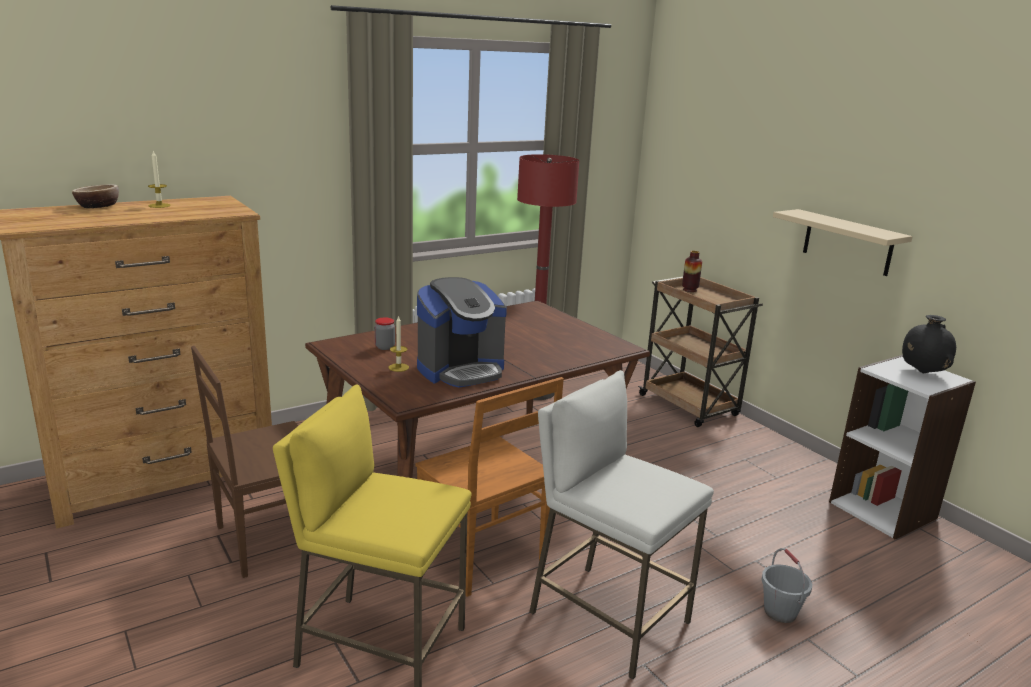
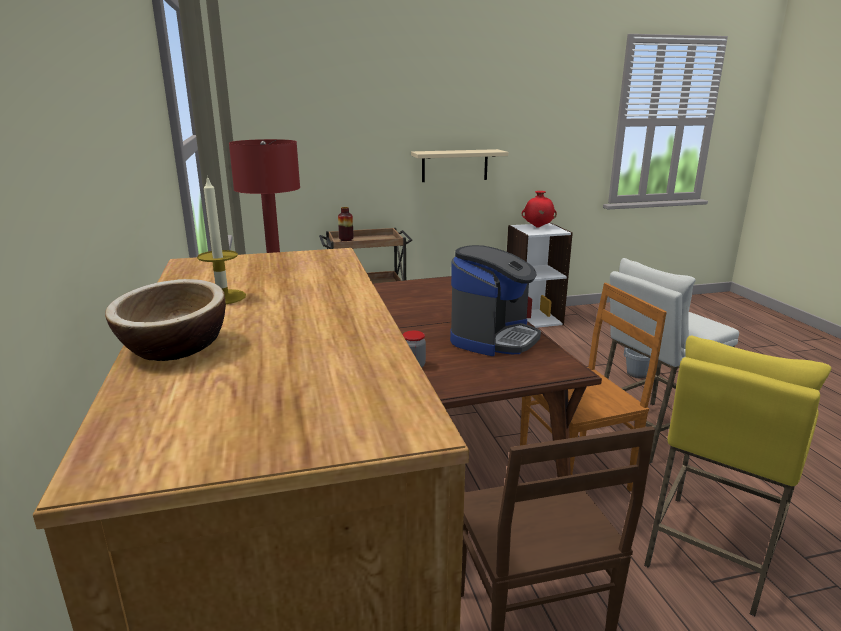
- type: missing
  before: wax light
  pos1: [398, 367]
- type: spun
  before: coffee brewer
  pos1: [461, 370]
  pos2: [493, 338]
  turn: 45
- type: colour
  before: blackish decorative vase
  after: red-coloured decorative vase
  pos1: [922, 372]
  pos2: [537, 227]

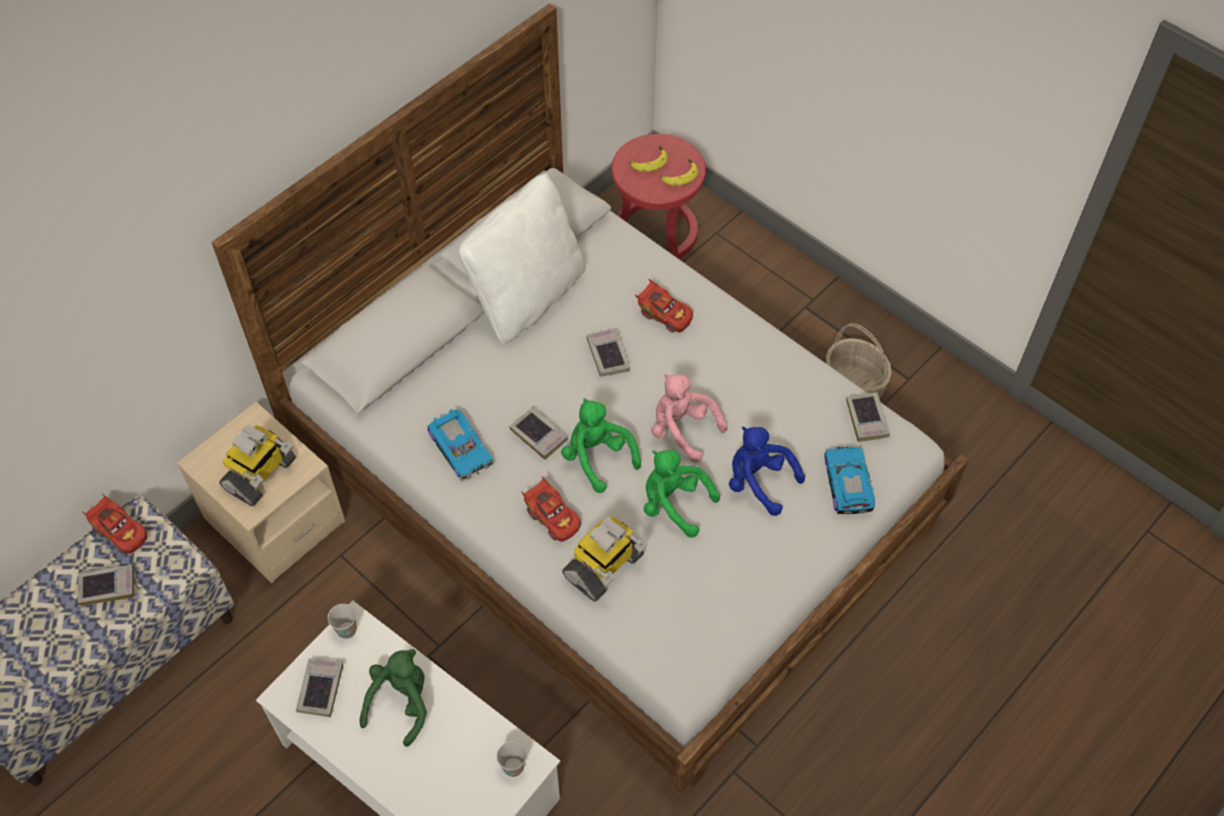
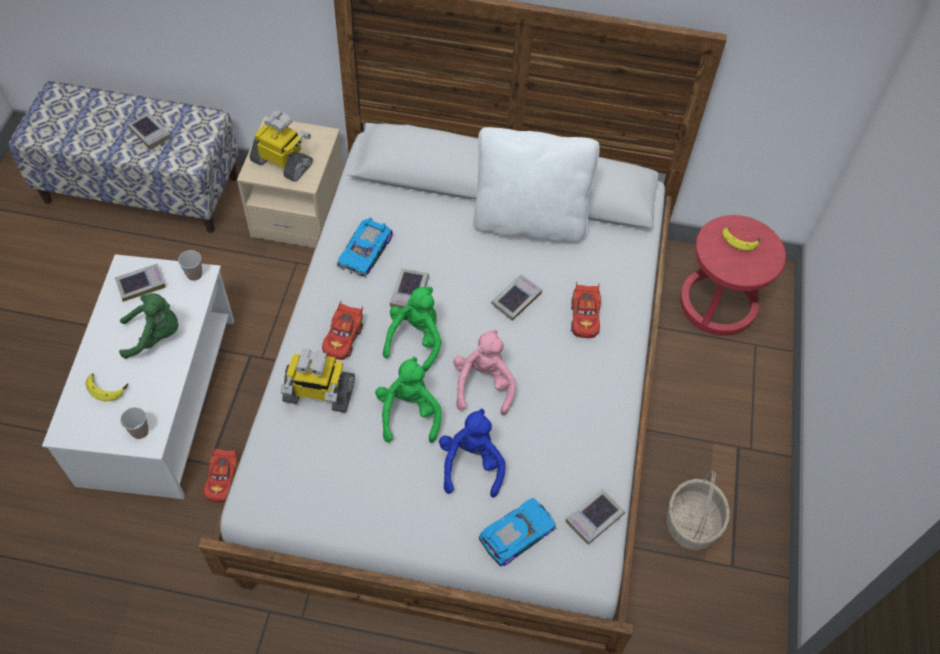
- type: relocated
  before: red-coloured miniature car
  pos1: [120, 531]
  pos2: [223, 479]
- type: spun
  before: model robot
  pos1: [260, 475]
  pos2: [283, 163]
  turn: -150
- type: relocated
  before: whole banana
  pos1: [679, 175]
  pos2: [107, 387]

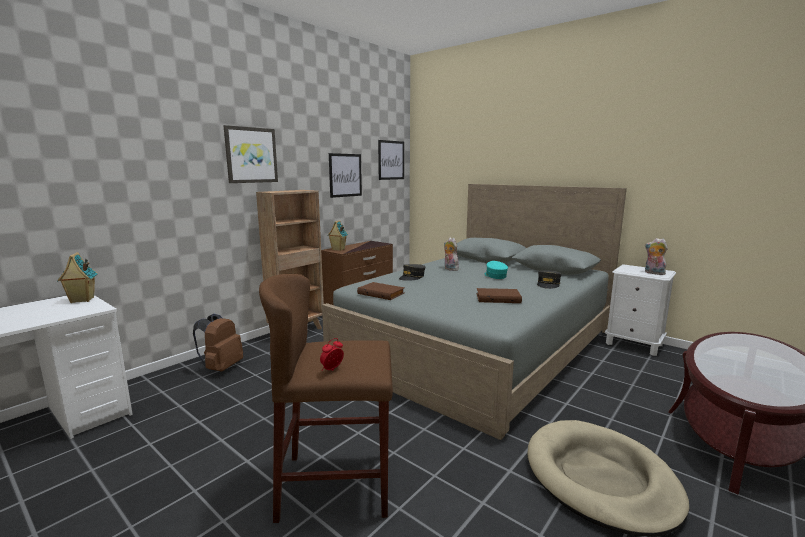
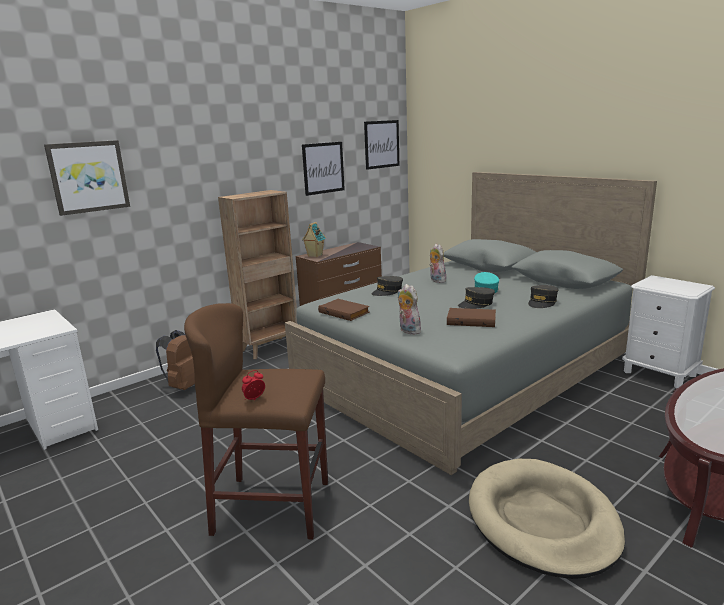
- type: missing
  before: miniature house
  pos1: [81, 300]
- type: relocated
  before: wall picture
  pos1: [251, 155]
  pos2: [88, 177]
- type: relocated
  before: cuddly toy
  pos1: [653, 273]
  pos2: [408, 331]
- type: appeared
  after: greyish peaked cap
  pos2: [476, 304]

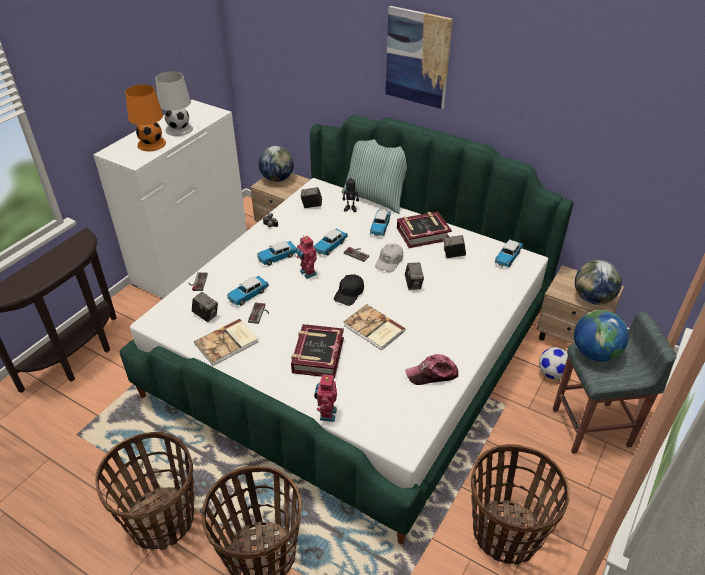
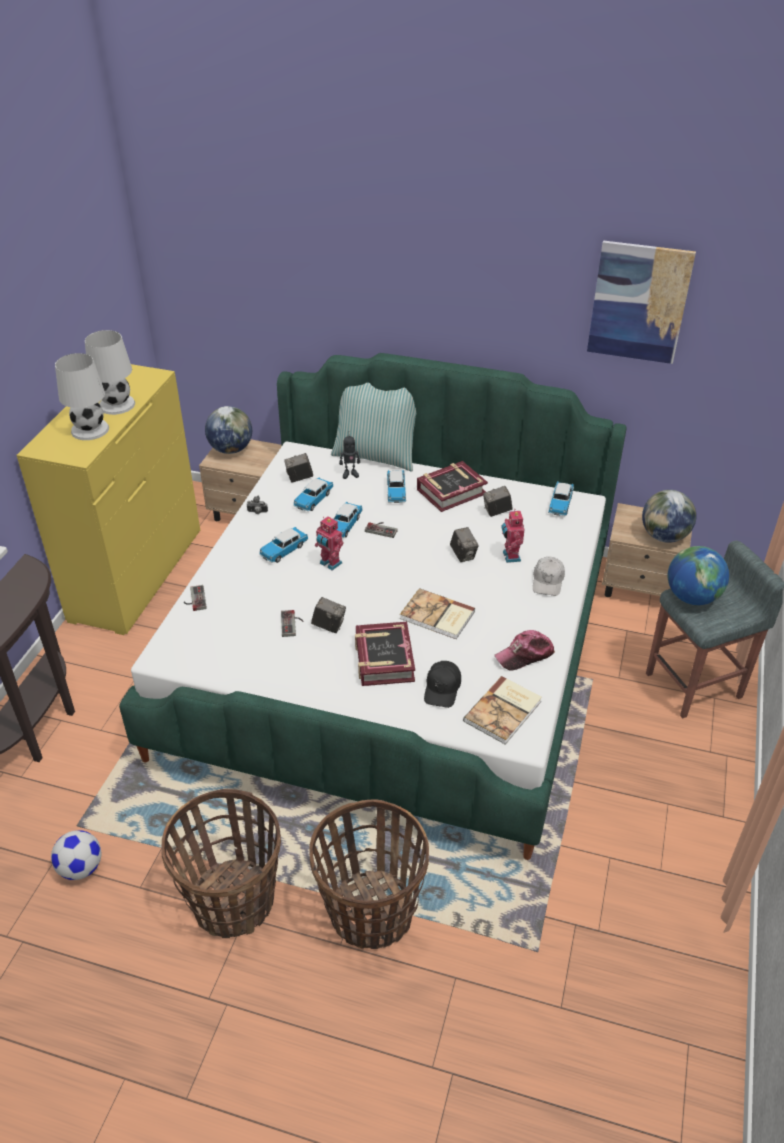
- type: colour
  before: whitish chest of drawers
  after: yellowish chest of drawers
  pos1: [191, 260]
  pos2: [137, 575]
- type: colour
  before: orange lamp for a table
  after: whitish lamp for a table
  pos1: [151, 144]
  pos2: [89, 429]
- type: relocated
  before: still camera
  pos1: [206, 315]
  pos2: [329, 625]
- type: relocated
  before: bound book
  pos1: [228, 343]
  pos2: [504, 711]
- type: relocated
  before: miniature car
  pos1: [248, 295]
  pos2: [313, 500]
- type: relocated
  before: model robot
  pos1: [326, 414]
  pos2: [510, 556]
- type: relocated
  before: blackish peaked cap
  pos1: [349, 293]
  pos2: [442, 689]
- type: relocated
  before: whitish peaked cap
  pos1: [389, 261]
  pos2: [548, 581]
- type: relocated
  before: wall picture
  pos1: [417, 58]
  pos2: [639, 302]
- type: missing
  before: household basket
  pos1: [505, 533]
- type: relocated
  before: football
  pos1: [552, 373]
  pos2: [81, 868]

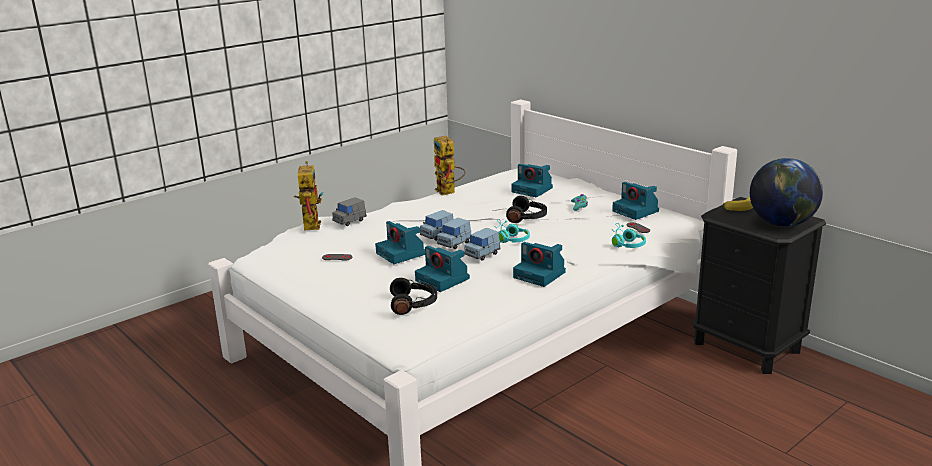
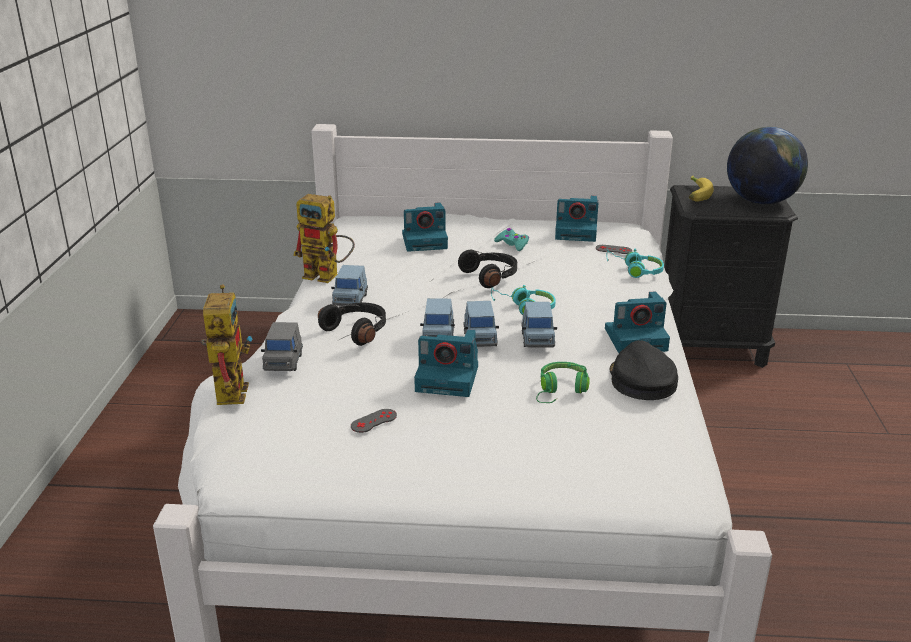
- type: spun
  before: model robot
  pos1: [310, 223]
  pos2: [229, 389]
  turn: 45
- type: relocated
  before: blackish headphones
  pos1: [414, 304]
  pos2: [358, 330]
- type: exchanged
  before: still camera
  after: greenish headphones
  pos1: [443, 280]
  pos2: [561, 390]
- type: appeared
  after: bluish miniature car
  pos2: [350, 300]
- type: appeared
  after: blackish peaked cap
  pos2: [641, 380]

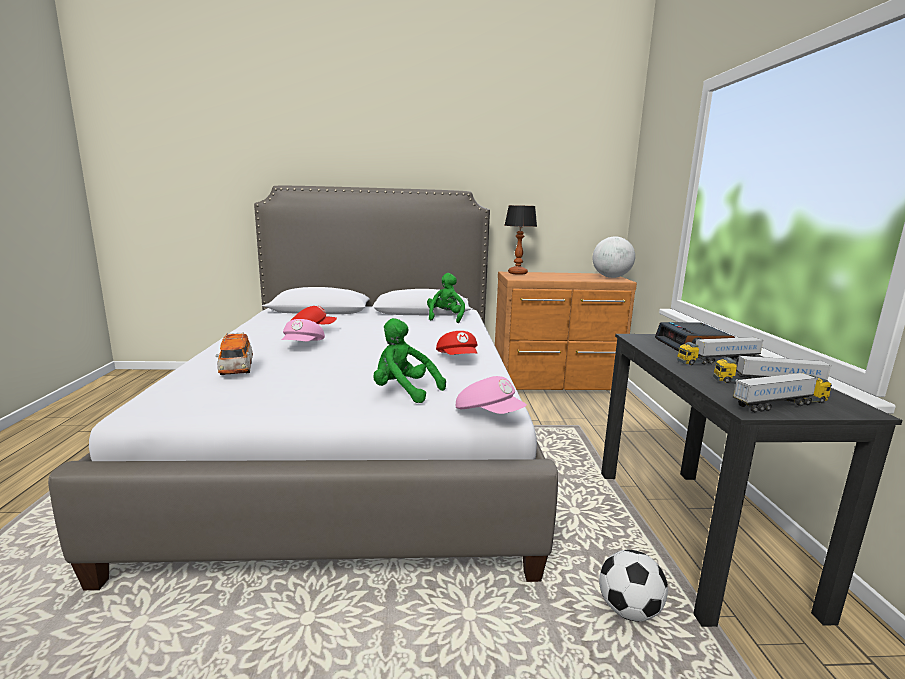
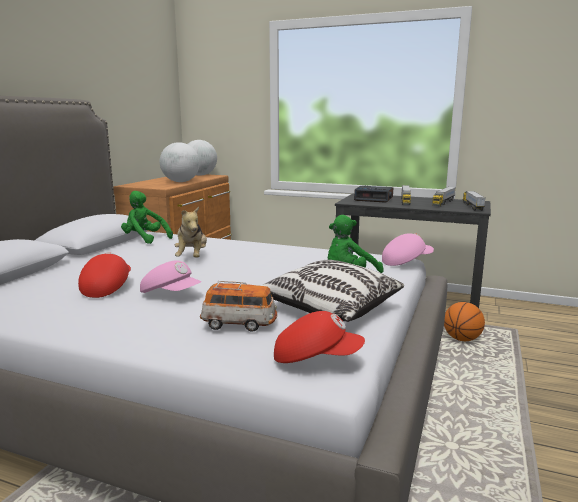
- type: relocated
  before: red-coloured peaked cap
  pos1: [458, 359]
  pos2: [316, 358]
- type: missing
  before: lamp for a table
  pos1: [518, 273]
- type: exchanged
  before: football
  after: basketball ball
  pos1: [629, 610]
  pos2: [462, 339]
- type: appeared
  after: globe
  pos2: [181, 182]
- type: appeared
  after: cuddly toy
  pos2: [192, 257]
- type: appeared
  after: throw pillow
  pos2: [329, 308]

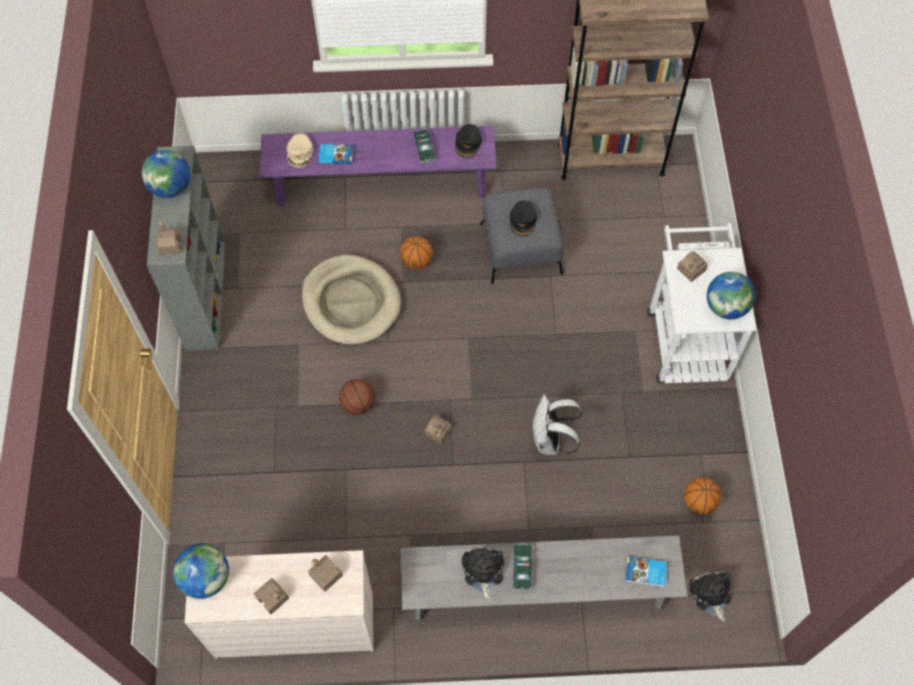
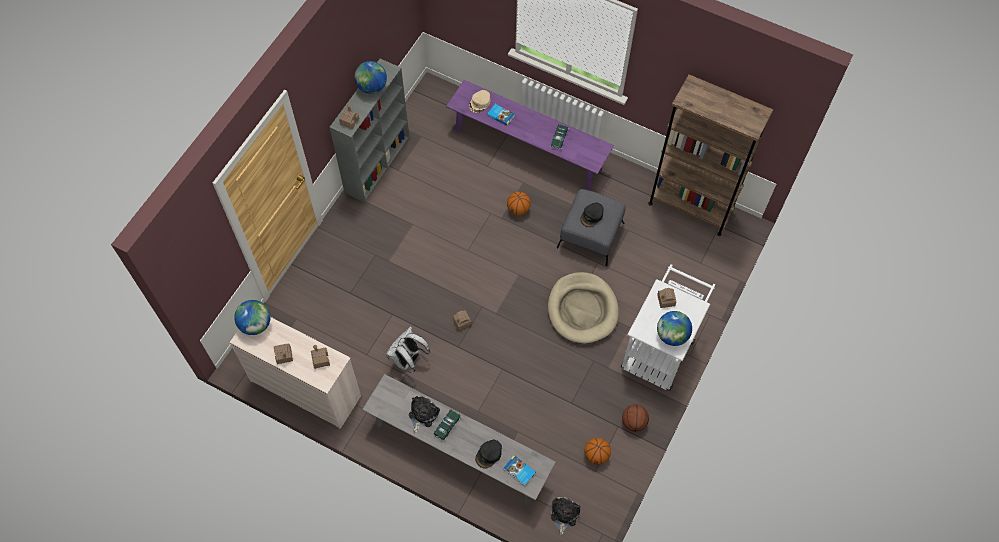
- type: relocated
  before: beige dog cushion
  pos1: [351, 302]
  pos2: [582, 309]
- type: relocated
  before: basketball ball
  pos1: [358, 404]
  pos2: [633, 422]
- type: relocated
  before: blackish peaked cap
  pos1: [468, 143]
  pos2: [489, 455]
- type: relocated
  before: whitish knapsack
  pos1: [550, 441]
  pos2: [408, 360]

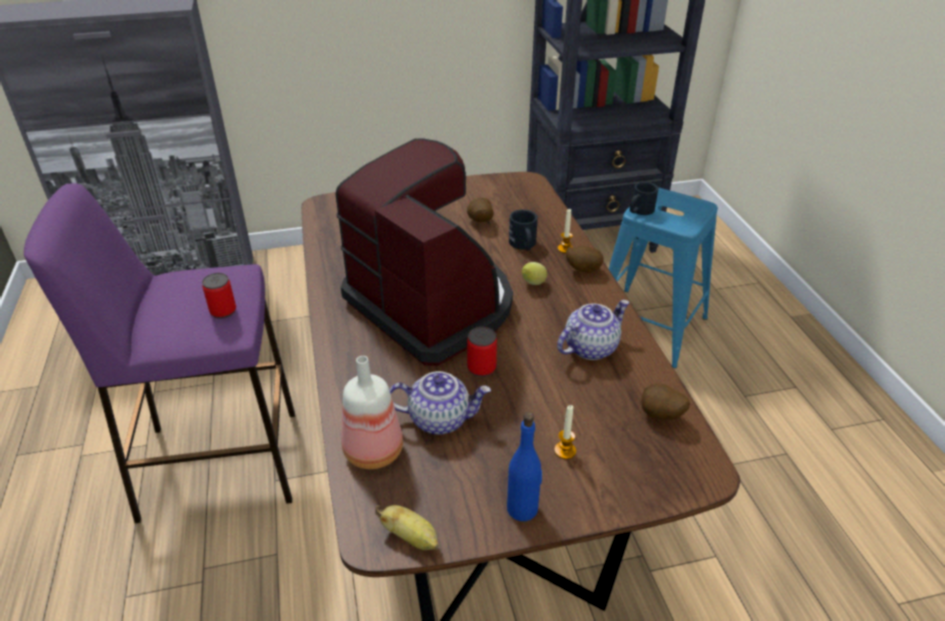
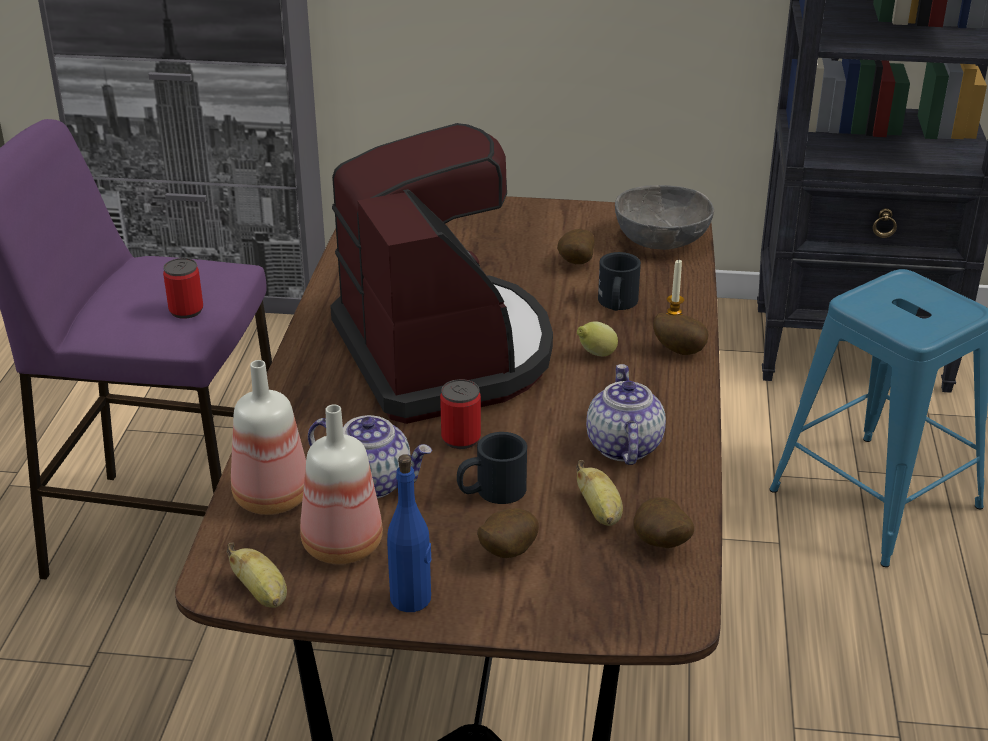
- type: exchanged
  before: wax light
  after: potato
  pos1: [565, 451]
  pos2: [505, 552]
- type: spun
  before: pot for tea
  pos1: [590, 347]
  pos2: [622, 446]
  turn: -75
- type: relocated
  before: blackish tea mug
  pos1: [639, 211]
  pos2: [491, 492]
- type: appeared
  after: bottle
  pos2: [341, 547]
- type: appeared
  after: whole banana
  pos2: [600, 512]
- type: appeared
  after: greyish bowl
  pos2: [662, 240]

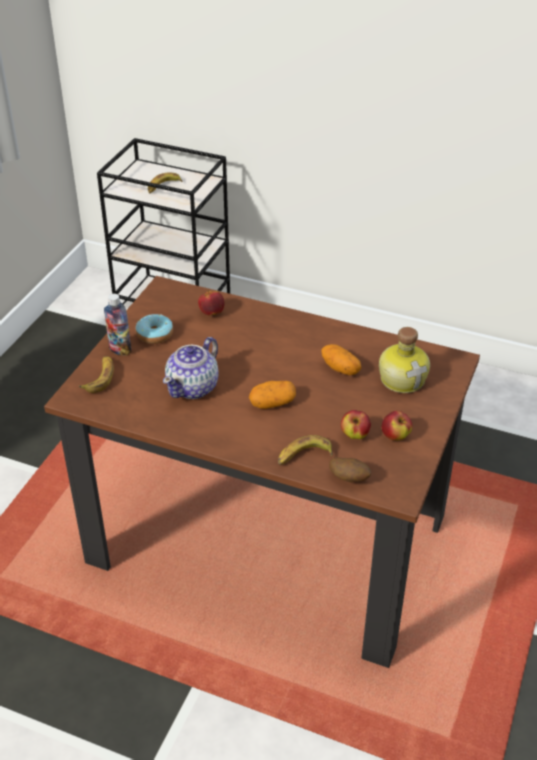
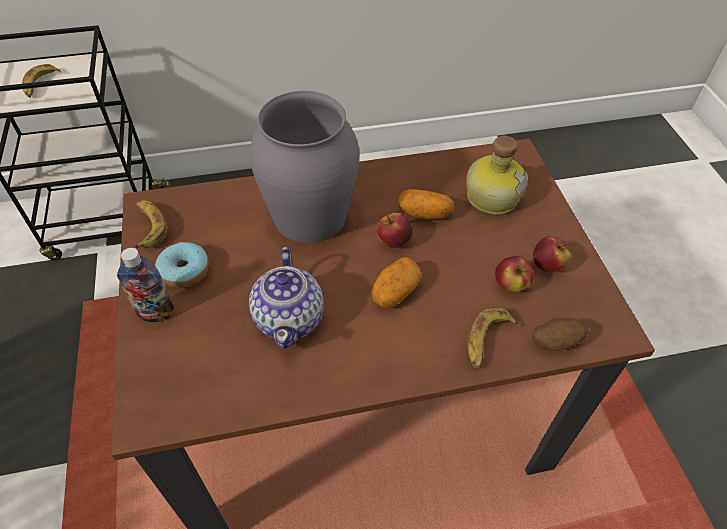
- type: relocated
  before: whole banana
  pos1: [100, 377]
  pos2: [148, 227]
- type: relocated
  before: apple
  pos1: [211, 313]
  pos2: [394, 241]
- type: appeared
  after: greyish decorative vase
  pos2: [310, 216]

